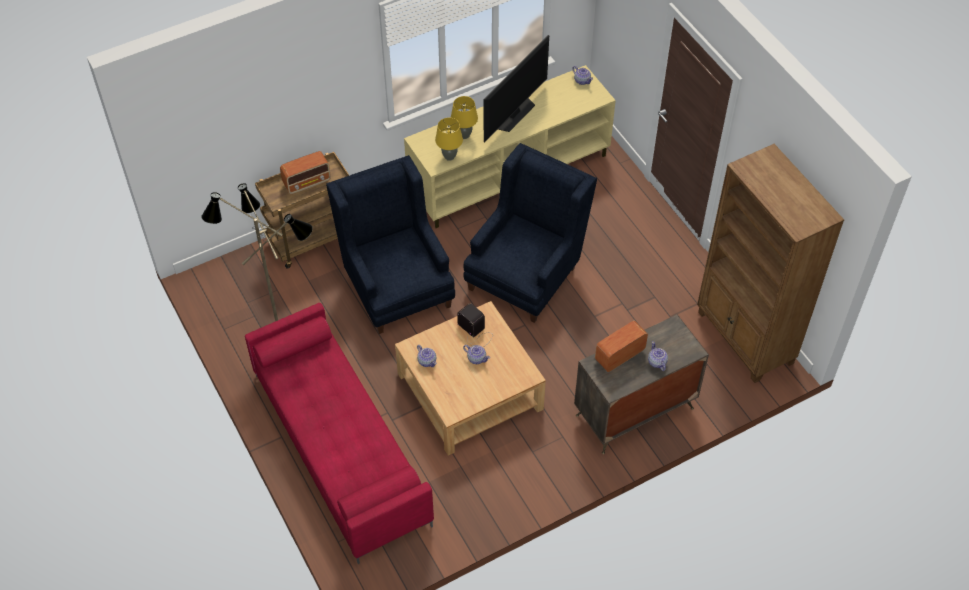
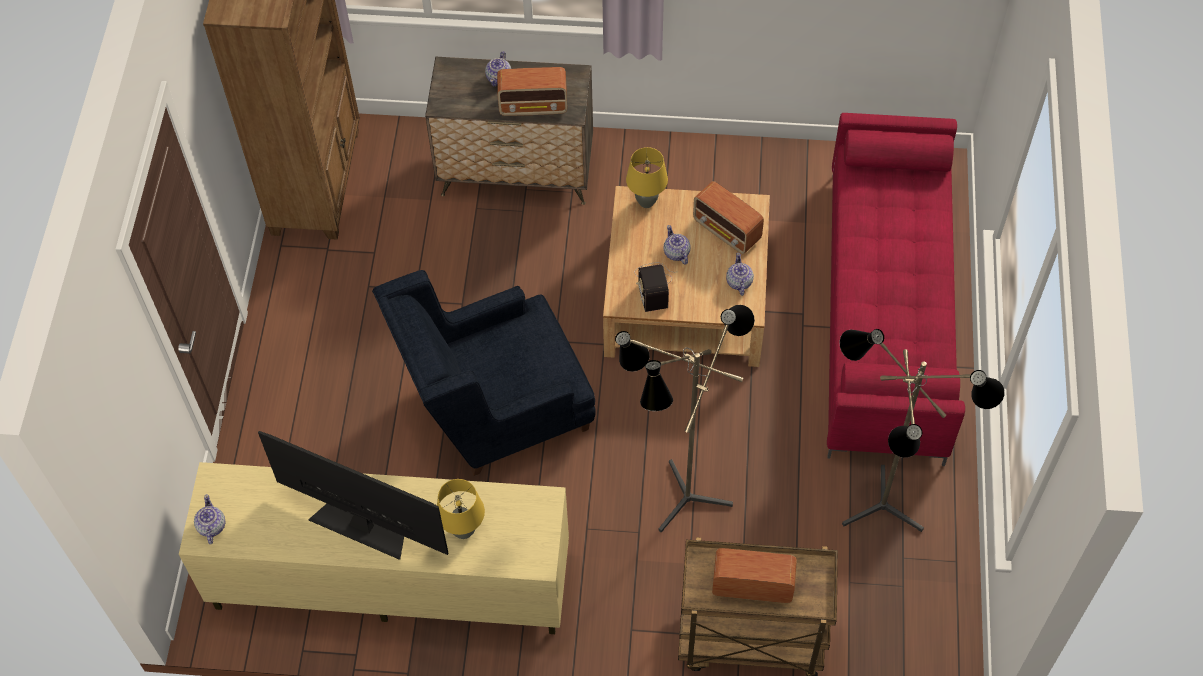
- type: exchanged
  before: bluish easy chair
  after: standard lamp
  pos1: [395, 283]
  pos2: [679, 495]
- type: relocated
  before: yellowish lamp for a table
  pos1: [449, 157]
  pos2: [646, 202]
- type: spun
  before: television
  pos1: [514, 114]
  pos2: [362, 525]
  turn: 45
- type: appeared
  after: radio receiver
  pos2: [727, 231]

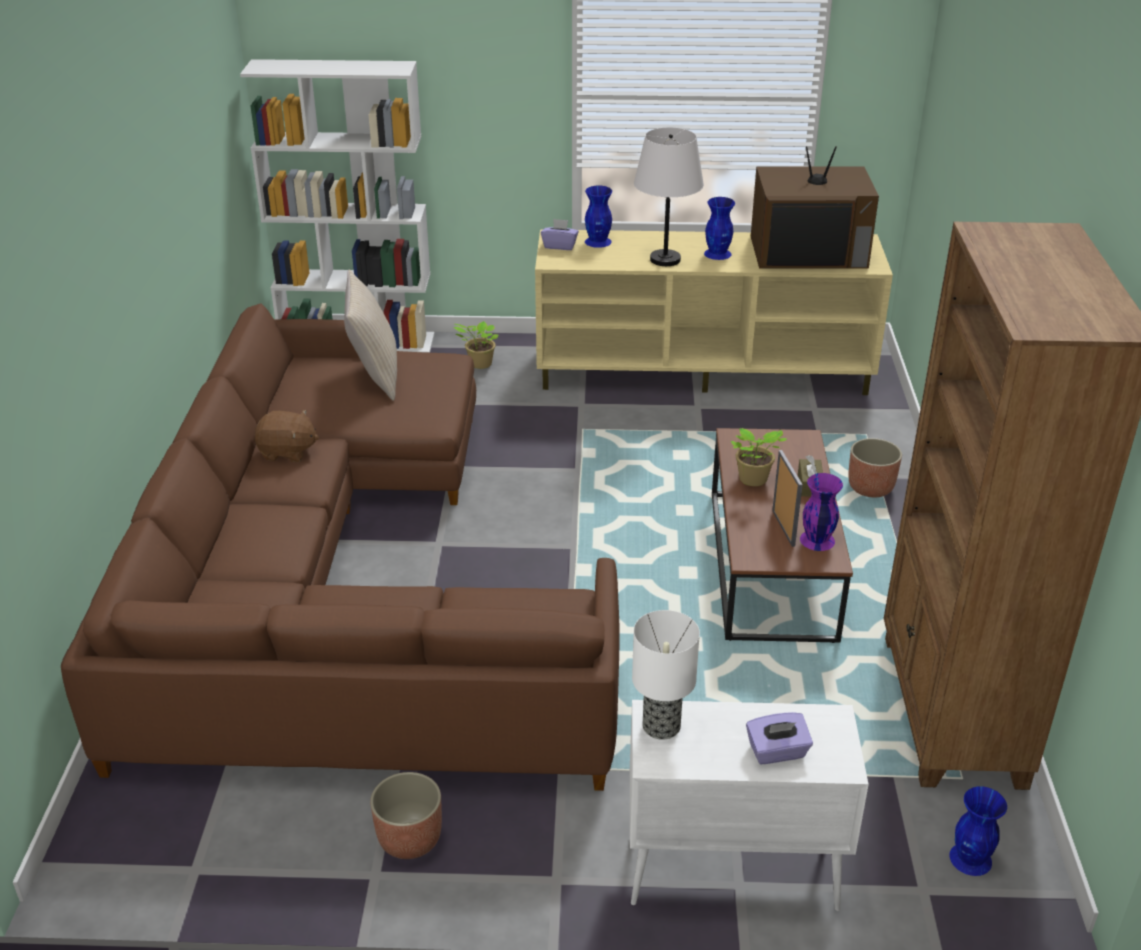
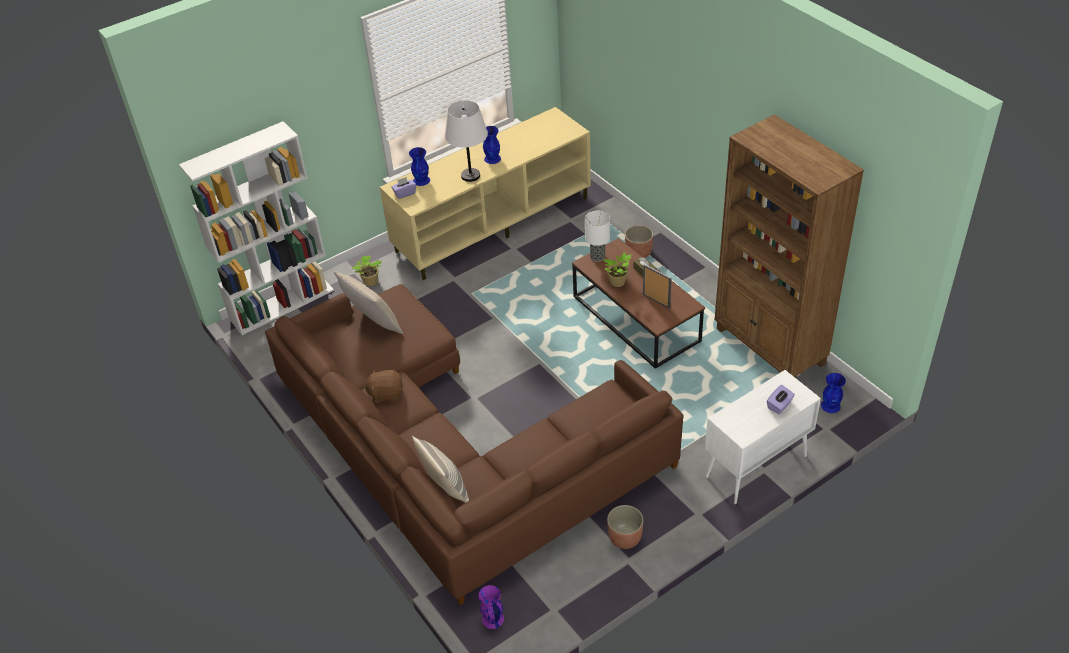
- type: spun
  before: brown cuddly toy
  pos1: [287, 452]
  pos2: [386, 393]
  turn: -150
- type: relocated
  before: lamp for a table
  pos1: [661, 725]
  pos2: [597, 256]
- type: missing
  before: television
  pos1: [809, 253]
- type: relocated
  before: purple decorative vase
  pos1: [816, 540]
  pos2: [492, 619]
- type: appeared
  after: throw pillow
  pos2: [445, 487]

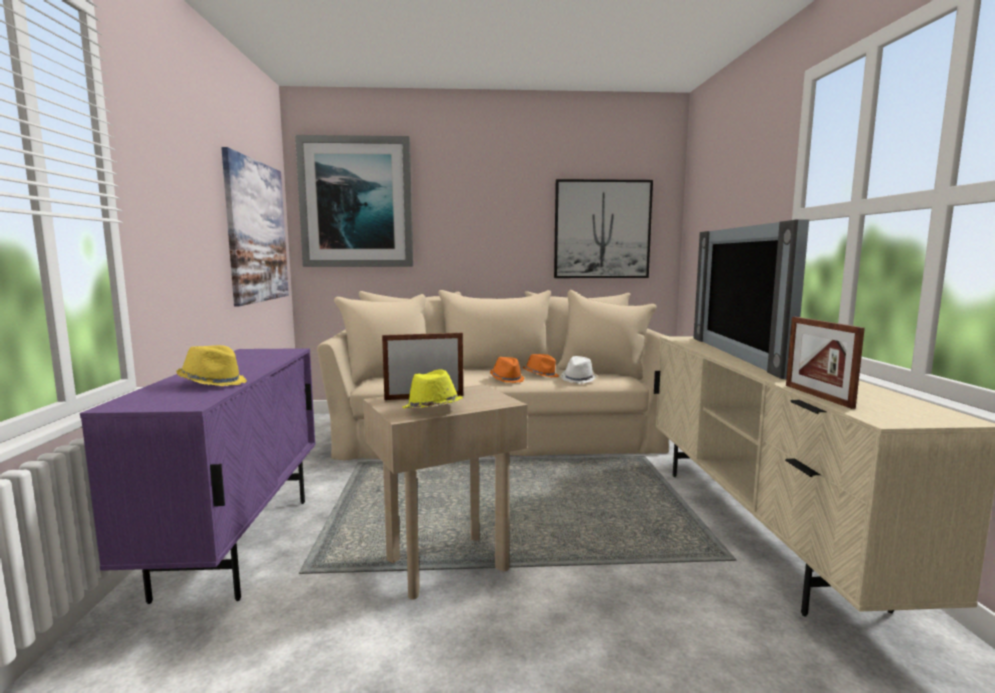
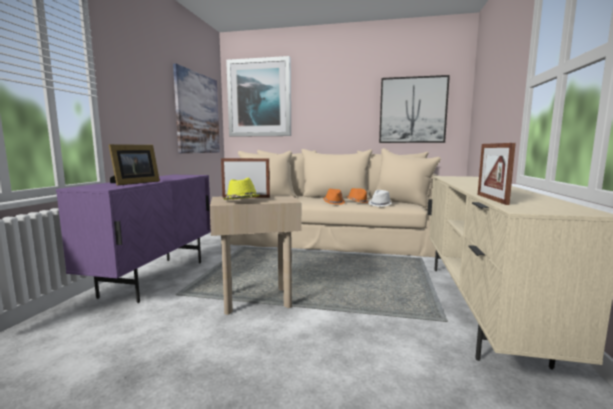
- type: exchanged
  before: yellowish clothing hat
  after: standing frame
  pos1: [213, 383]
  pos2: [134, 183]
- type: missing
  before: television
  pos1: [742, 354]

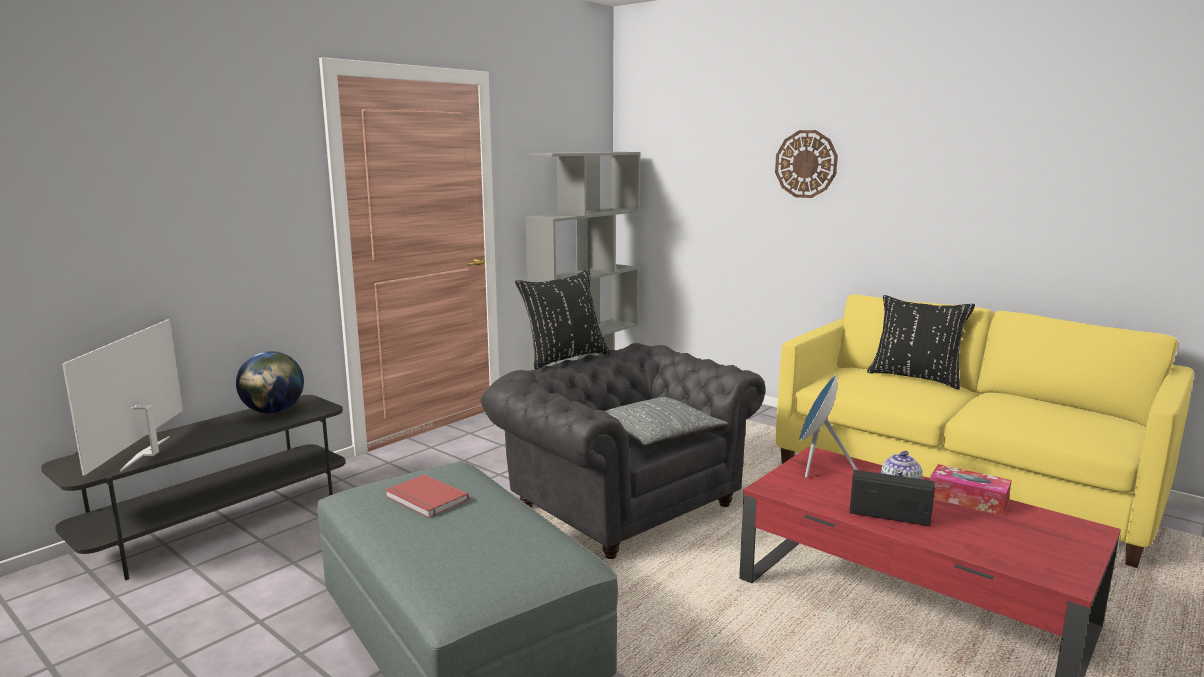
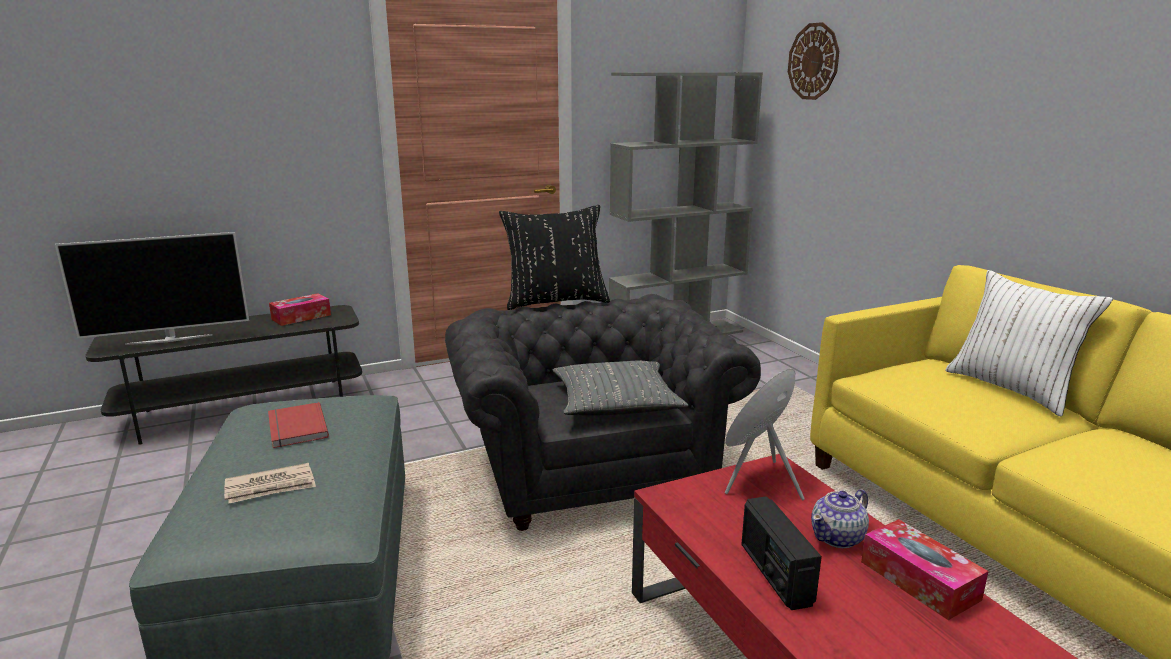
- type: spun
  before: television
  pos1: [148, 453]
  pos2: [169, 339]
  turn: -135
- type: exchanged
  before: globe
  after: tissue box
  pos1: [273, 411]
  pos2: [301, 317]
- type: relocated
  before: clock on the wall
  pos1: [806, 164]
  pos2: [813, 61]
- type: spun
  before: radio receiver
  pos1: [889, 516]
  pos2: [775, 574]
  turn: -150
- type: colour
  before: blackish throw pillow
  after: whitish throw pillow
  pos1: [915, 378]
  pos2: [1011, 389]
- type: appeared
  after: daily paper
  pos2: [271, 487]

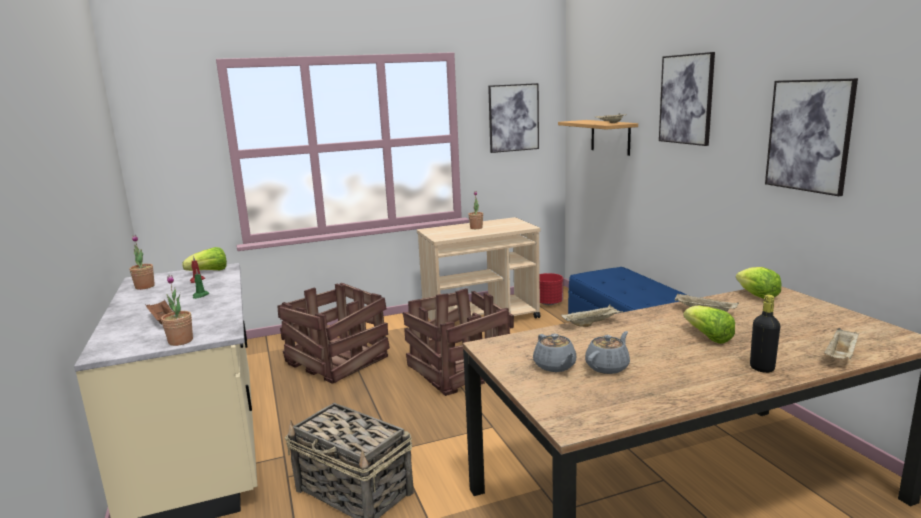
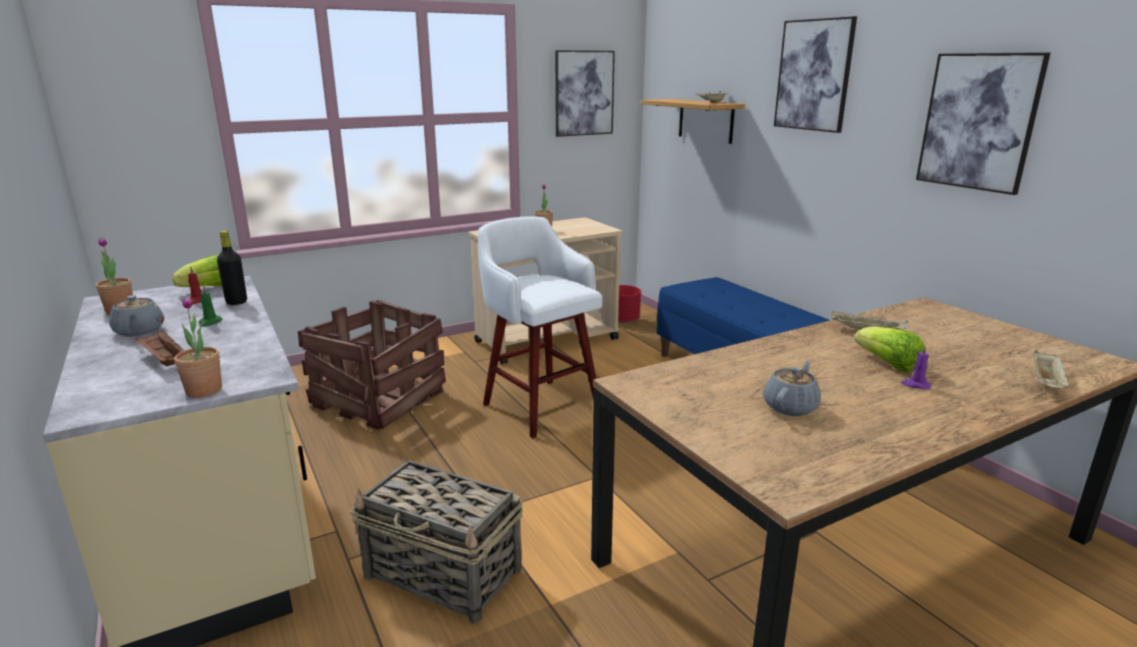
- type: exchanged
  before: packing crate
  after: whitish sitting stool
  pos1: [461, 370]
  pos2: [540, 406]
- type: relocated
  before: greyish pot for tea
  pos1: [555, 366]
  pos2: [139, 331]
- type: missing
  before: beige carrying tray
  pos1: [591, 324]
- type: missing
  before: head of lettuce
  pos1: [757, 295]
- type: relocated
  before: blackish bottle
  pos1: [762, 368]
  pos2: [236, 302]
- type: appeared
  after: purple wax light
  pos2: [915, 385]

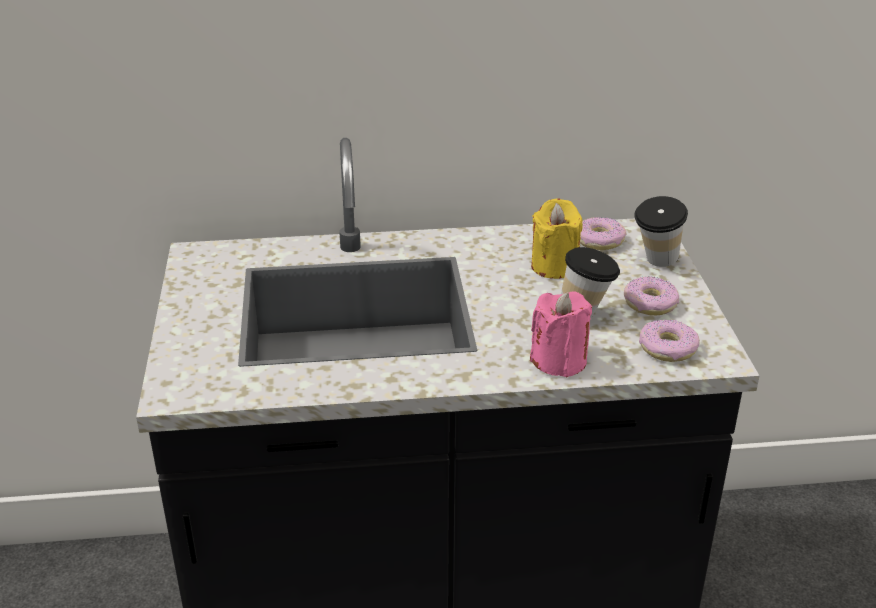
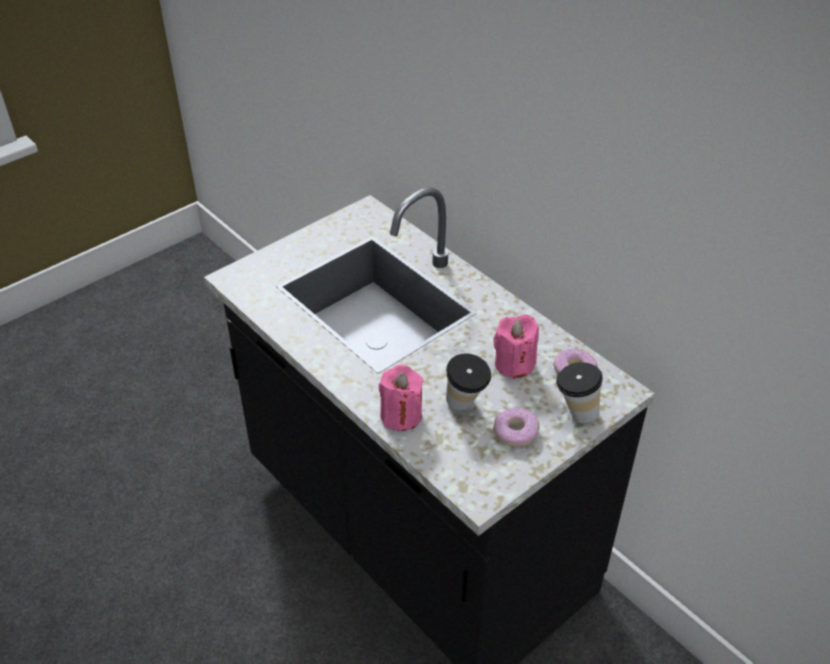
- type: colour
  before: yellowish wax light
  after: pinkish wax light
  pos1: [554, 266]
  pos2: [514, 364]
- type: missing
  before: donut
  pos1: [667, 349]

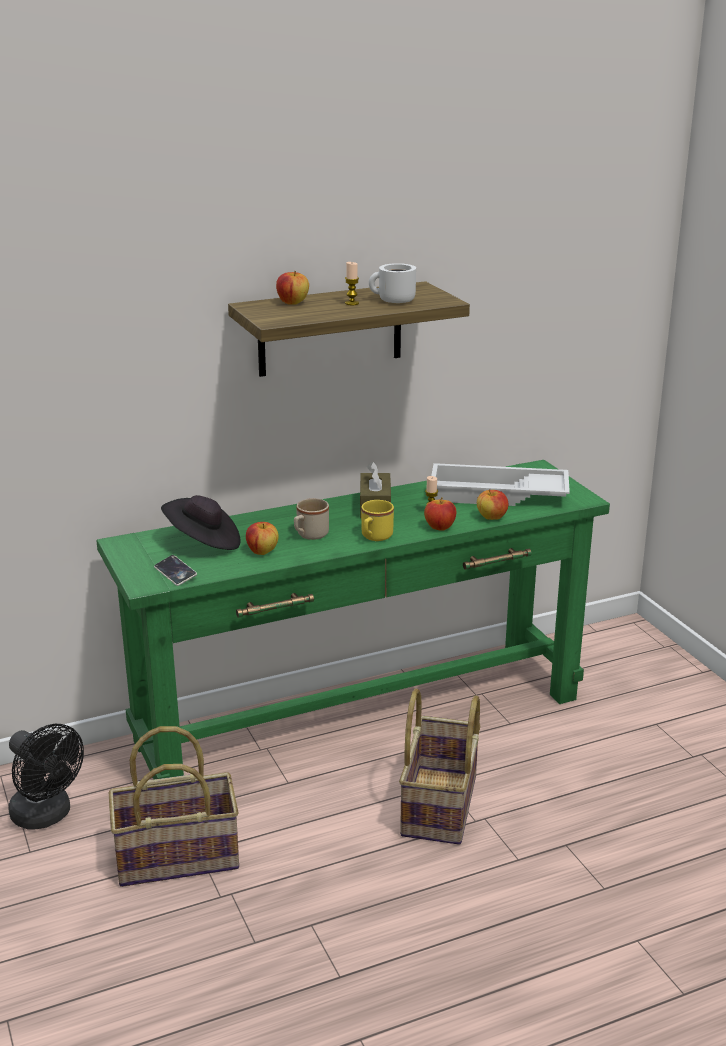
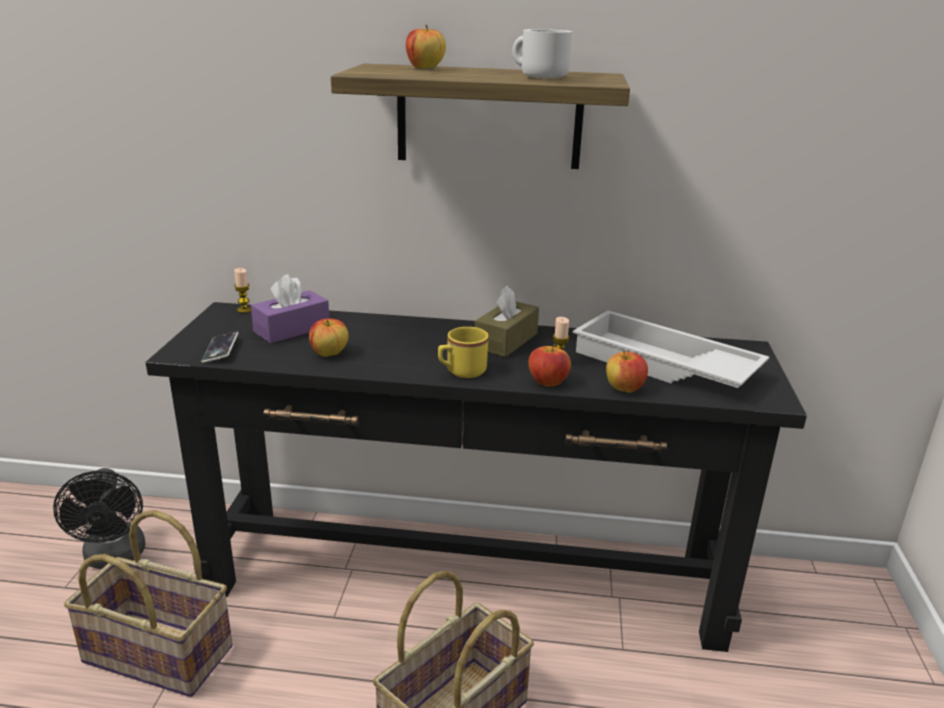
- type: colour
  before: greenish narrow table
  after: blackish narrow table
  pos1: [361, 720]
  pos2: [466, 576]
- type: exchanged
  before: blackish clothing hat
  after: purple tissue box
  pos1: [203, 542]
  pos2: [292, 329]
- type: missing
  before: beige tea mug
  pos1: [309, 535]
- type: relocated
  before: wax light
  pos1: [352, 303]
  pos2: [244, 310]

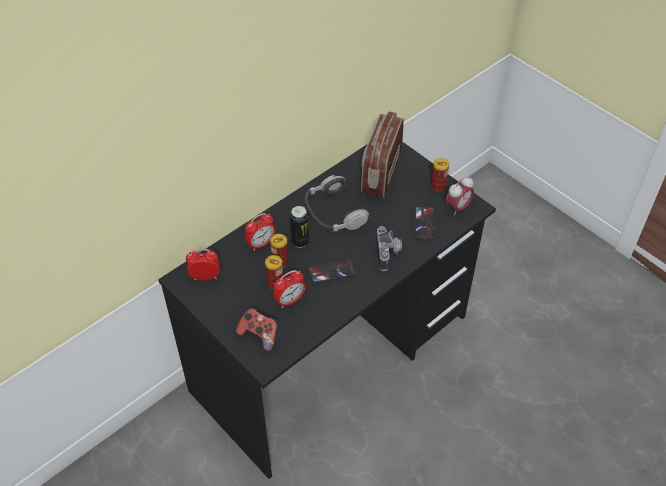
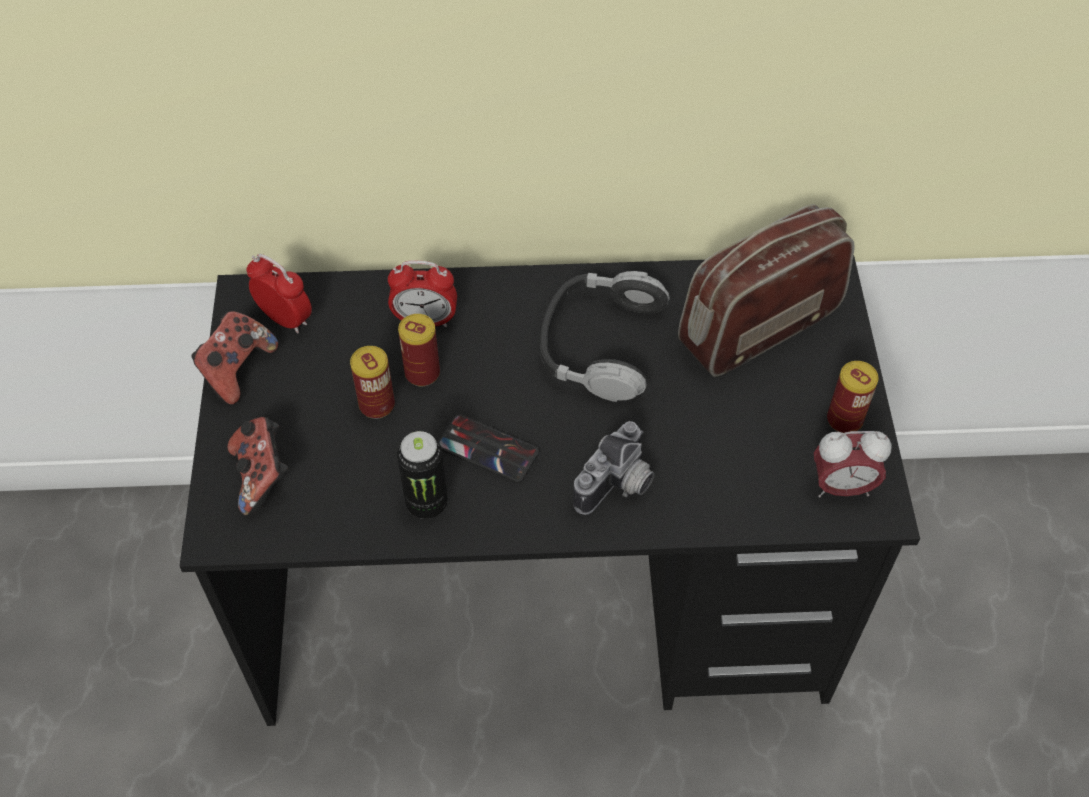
- type: missing
  before: alarm clock
  pos1: [290, 300]
- type: relocated
  before: can
  pos1: [300, 242]
  pos2: [426, 503]
- type: missing
  before: phone
  pos1: [424, 223]
- type: appeared
  after: game controller
  pos2: [237, 369]

